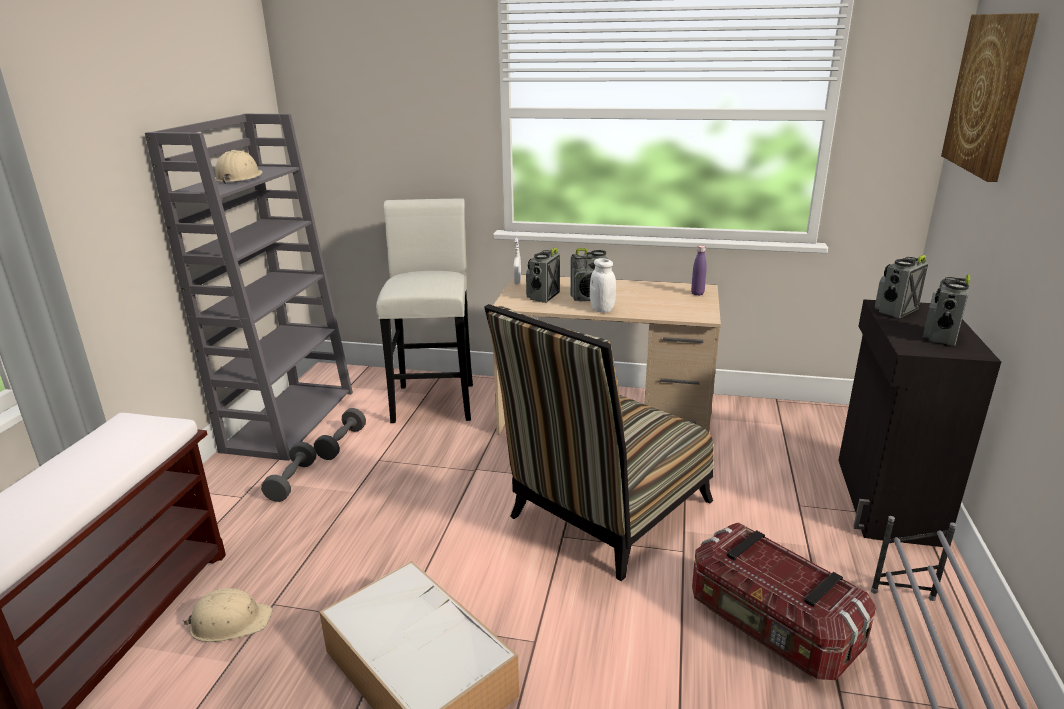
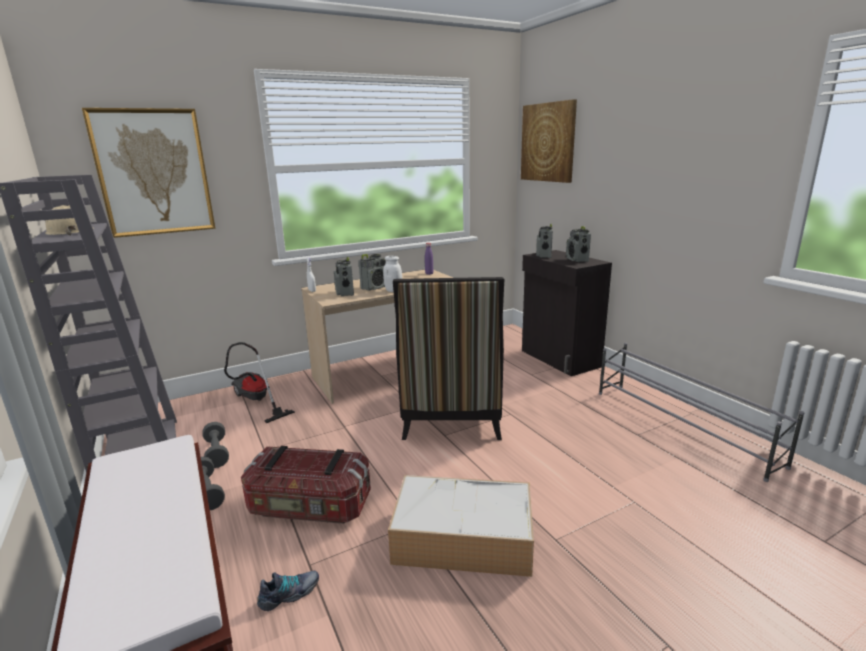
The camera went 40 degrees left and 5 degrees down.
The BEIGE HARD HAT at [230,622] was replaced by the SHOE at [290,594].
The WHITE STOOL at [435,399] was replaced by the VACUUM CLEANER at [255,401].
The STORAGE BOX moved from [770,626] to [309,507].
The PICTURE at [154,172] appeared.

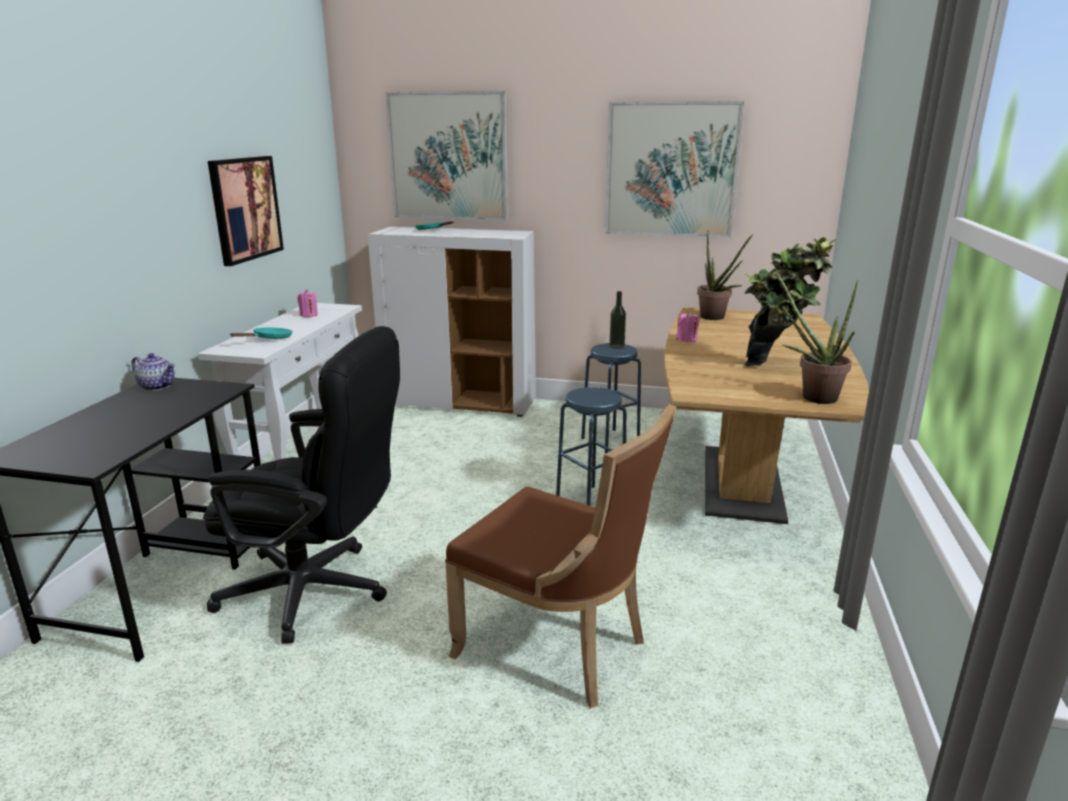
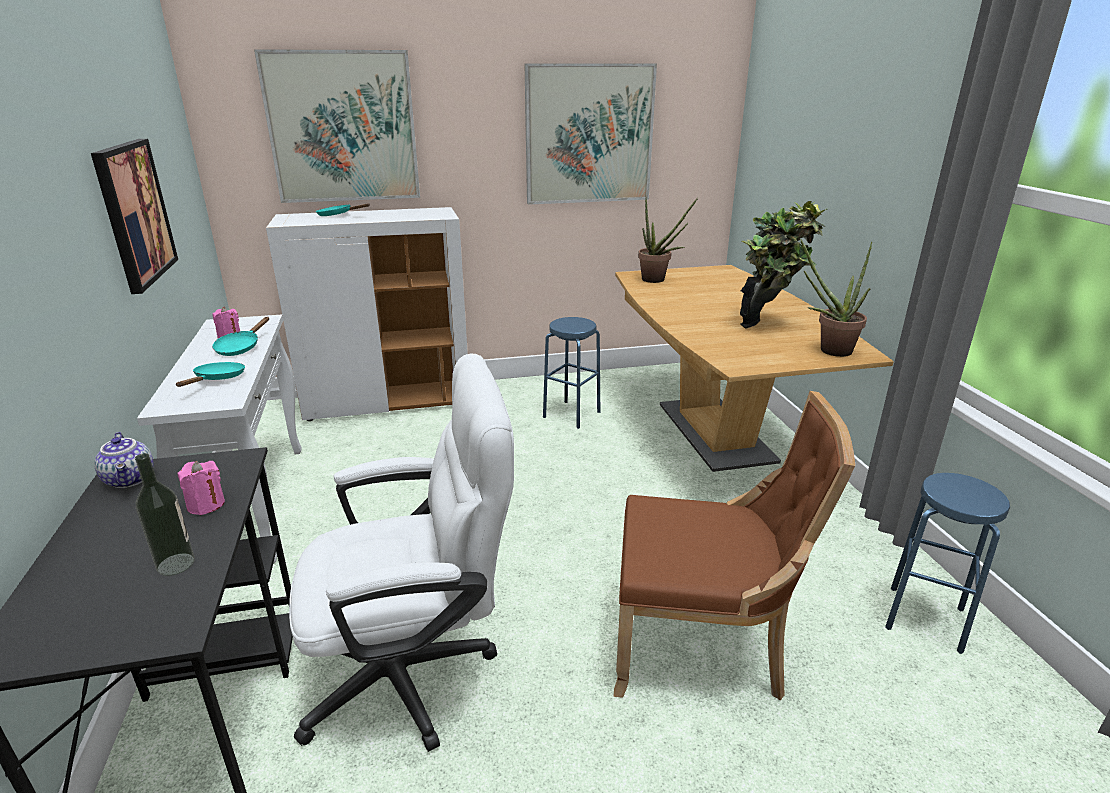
The camera went 25 degrees left and 5 degrees up.
The TEAPOT at [158,386] turned 60 degrees clockwise.
The BLACK OFFICE CHAIR at [319,592] became the WHITE OFFICE CHAIR at [415,671].
The BLUE STOOL moved from [590,502] to [924,618].
The BOTTLE moved from [617,346] to [176,564].
The PINK CANDLE moved from [686,339] to [206,505].
The TURQUOISE FRYING PAN at [240,347] appeared.

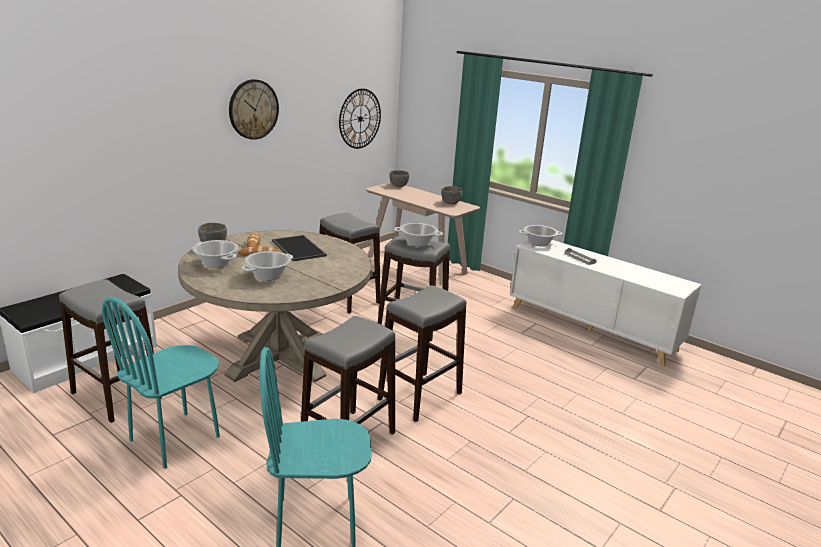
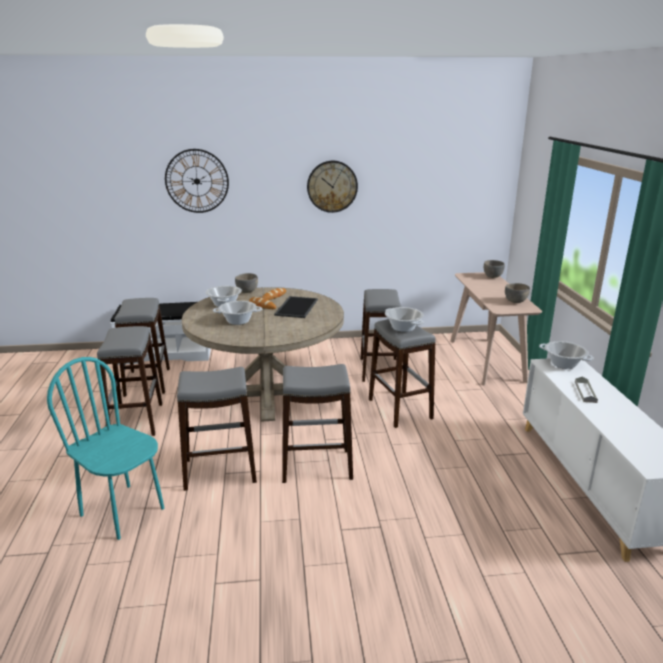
The camera went 45 degrees right and 0 degrees up.
The TURQUOISE CHAIR at [175,439] was replaced by the GREY STOOL at [136,420].
The WALL CLOCK moved from [360,118] to [197,181].

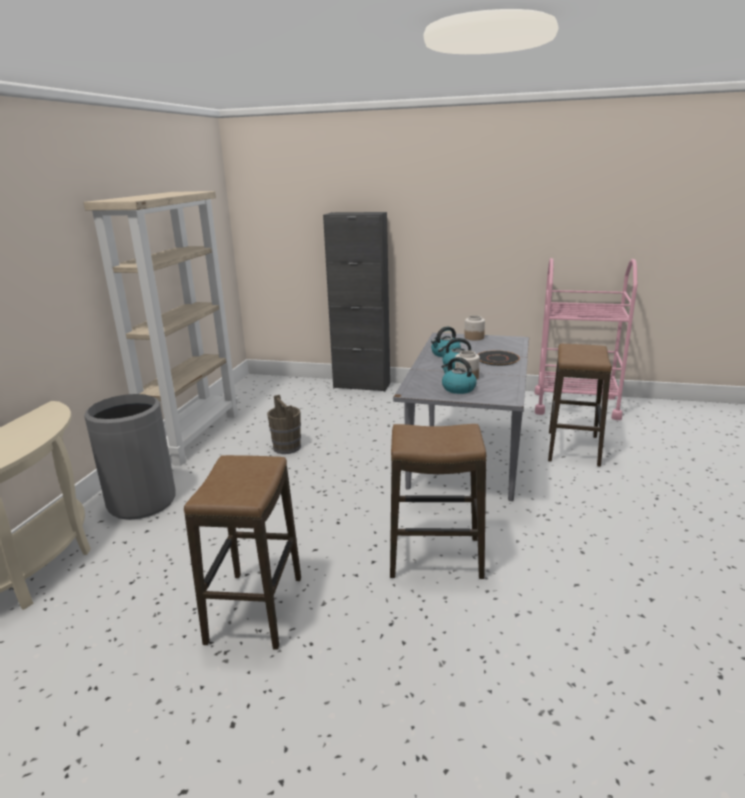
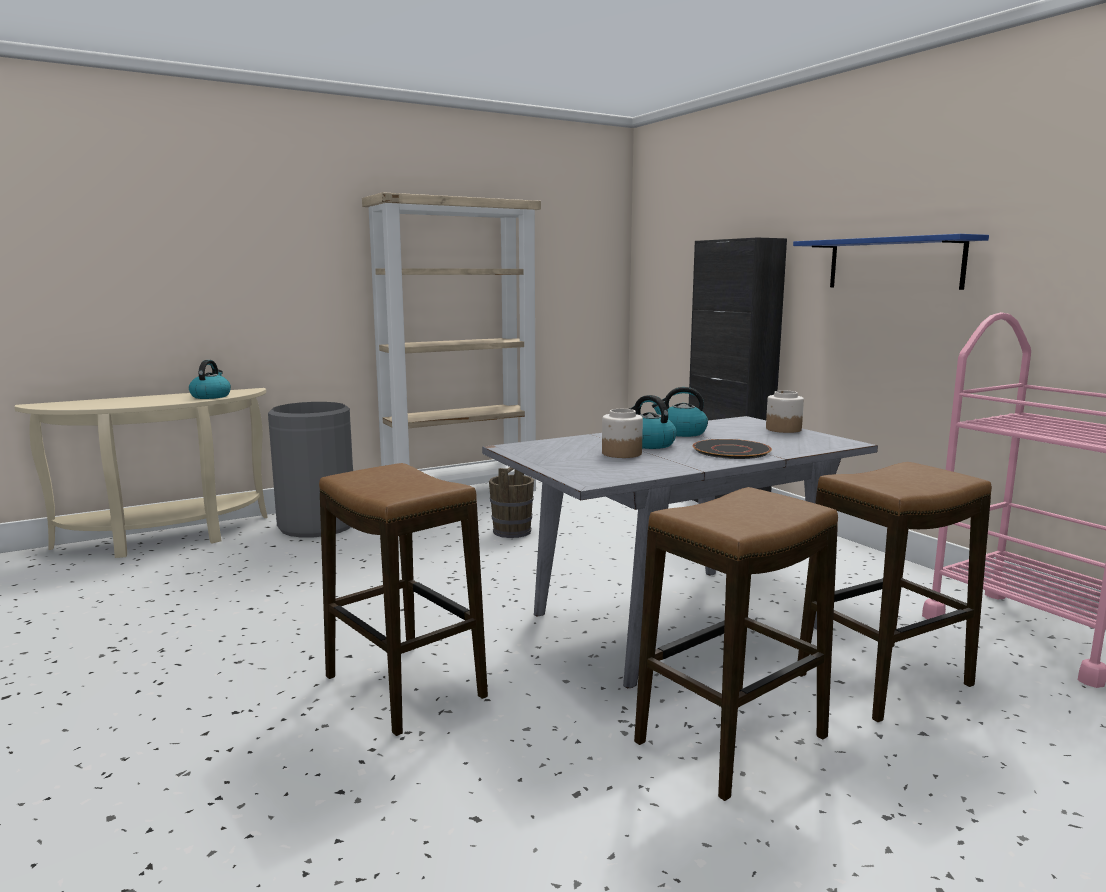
The camera went 45 degrees right and 10 degrees down.
The STOOL moved from [255,610] to [731,741].
The KETTLE moved from [458,388] to [211,396].
The BLUE SHELF at [894,263] appeared.

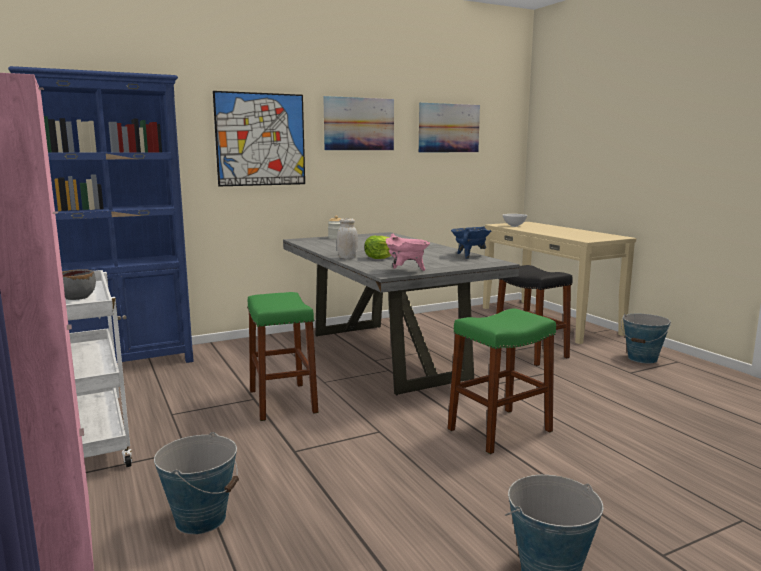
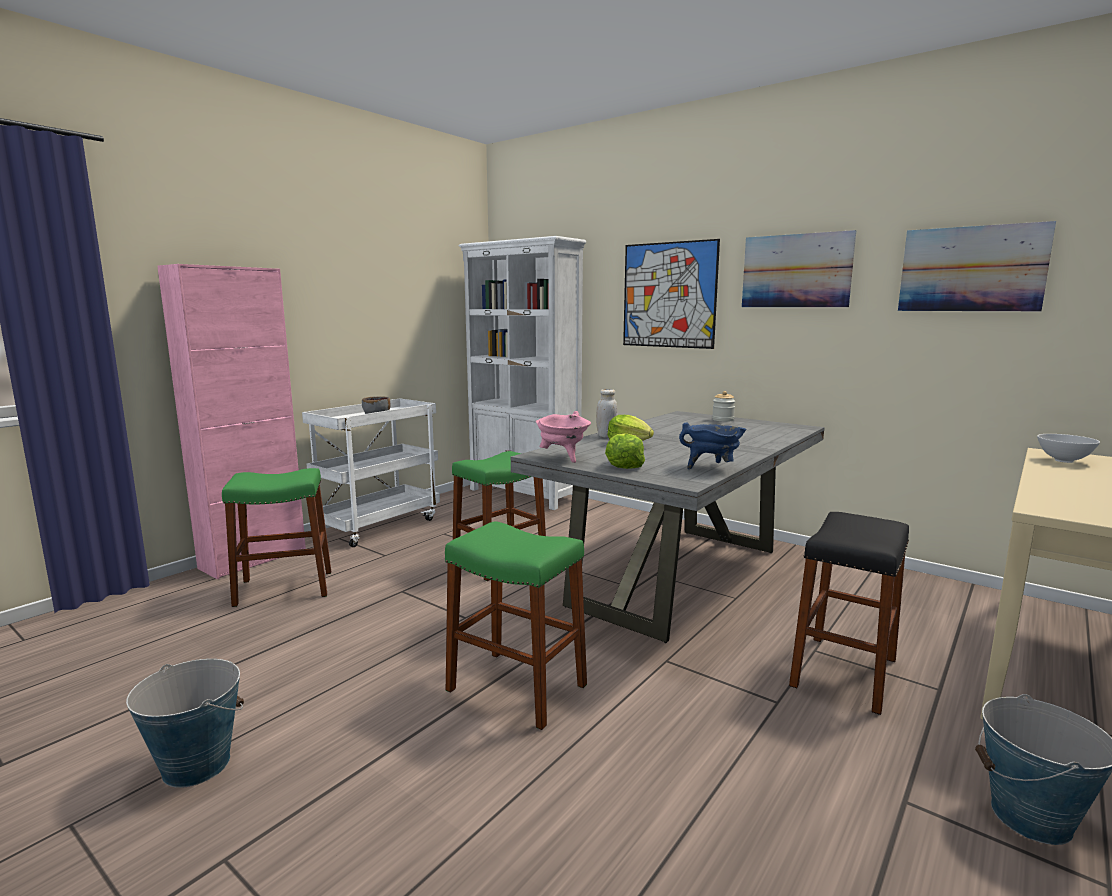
The camera went 65 degrees right and 0 degrees up.
The BLUE BOOKCASE at [126,364] became the WHITE BOOKCASE at [524,494].
The BUCKET at [201,519] was replaced by the GREEN STOOL at [284,588].
The LETTUCE at [624,465] appeared.

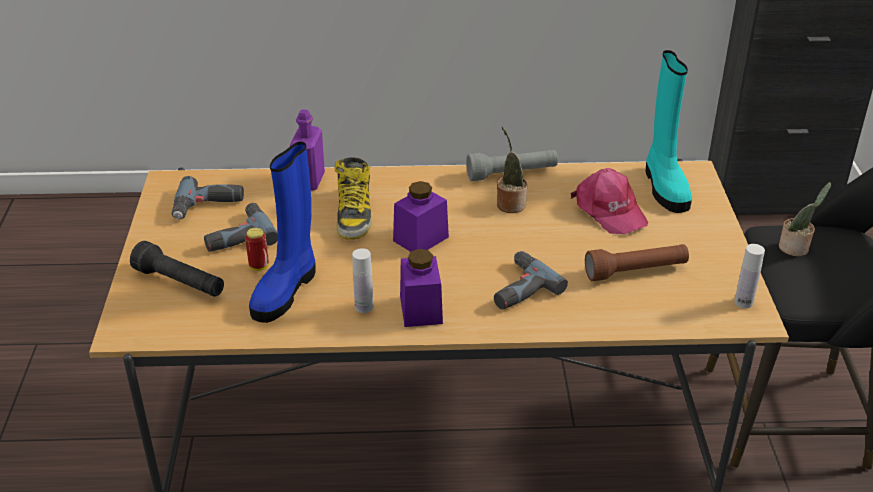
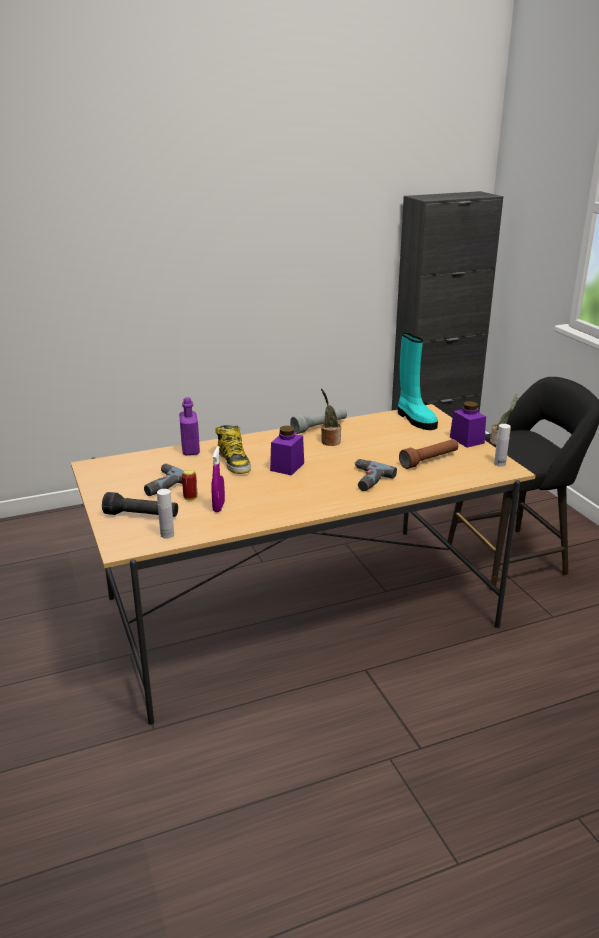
The camera went 20 degrees left and 10 degrees down.
The POWER DRILL at [208,207] disappeared.
The BLUE BOOT at [286,291] was replaced by the PURPLE SPRAY BOTTLE at [218,507].
The WHITE BOTTLE moved from [364,307] to [167,534].
The PURPLE JAR moved from [421,309] to [466,440].
The PINK CAP at [609,210] disappeared.

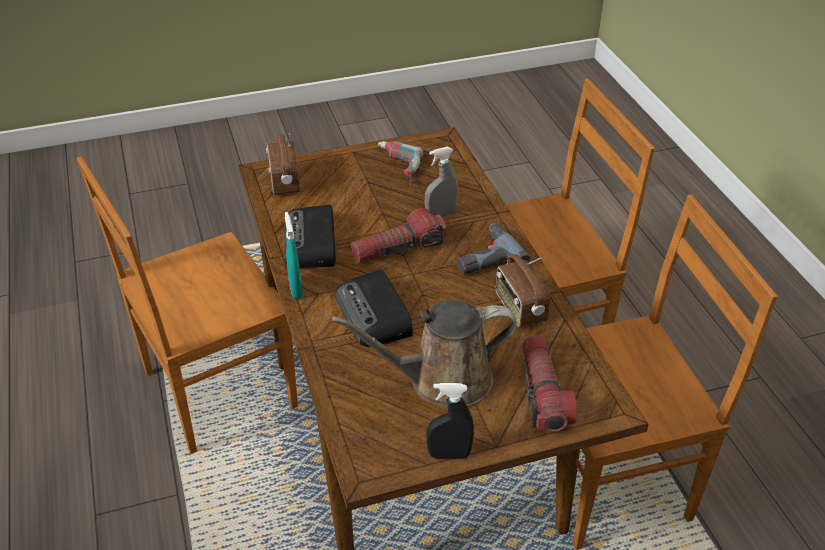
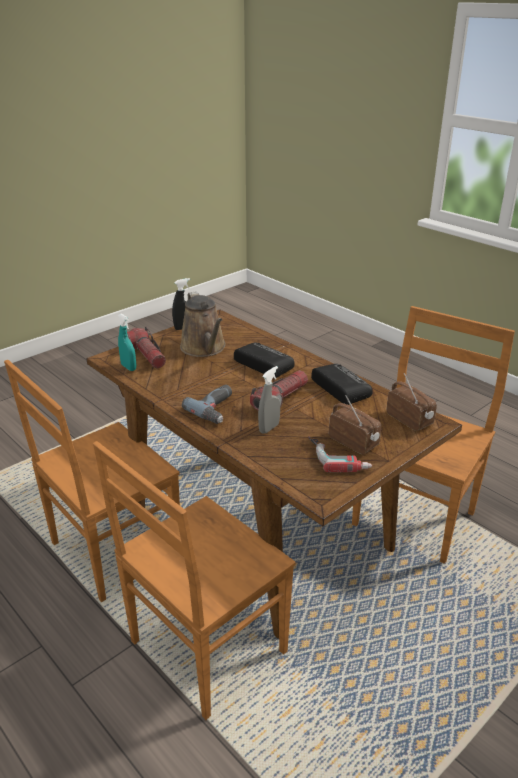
The camera went 155 degrees right and 10 degrees down.
The TURQUOISE SPRAY BOTTLE moved from [295,289] to [128,367].
The BROWN WATERING CAN at [442,380] turned 105 degrees clockwise.
The RADIO moved from [519,309] to [354,442].

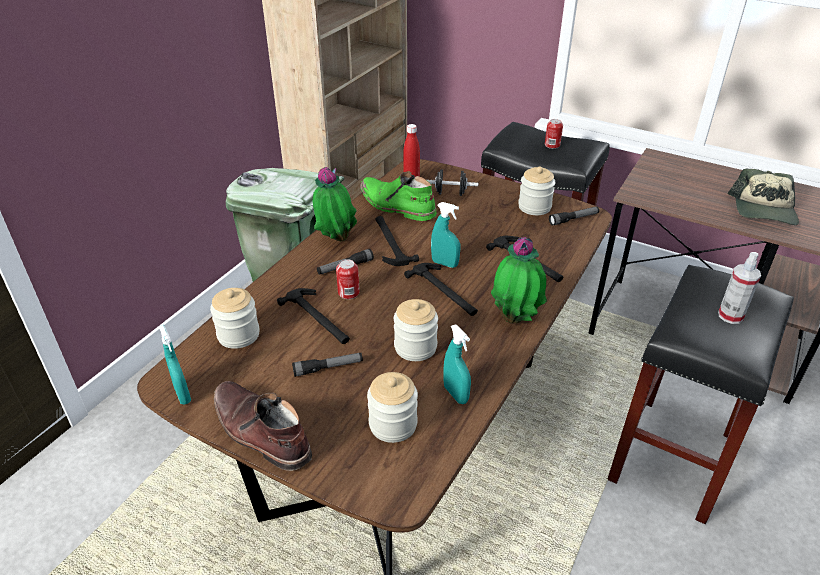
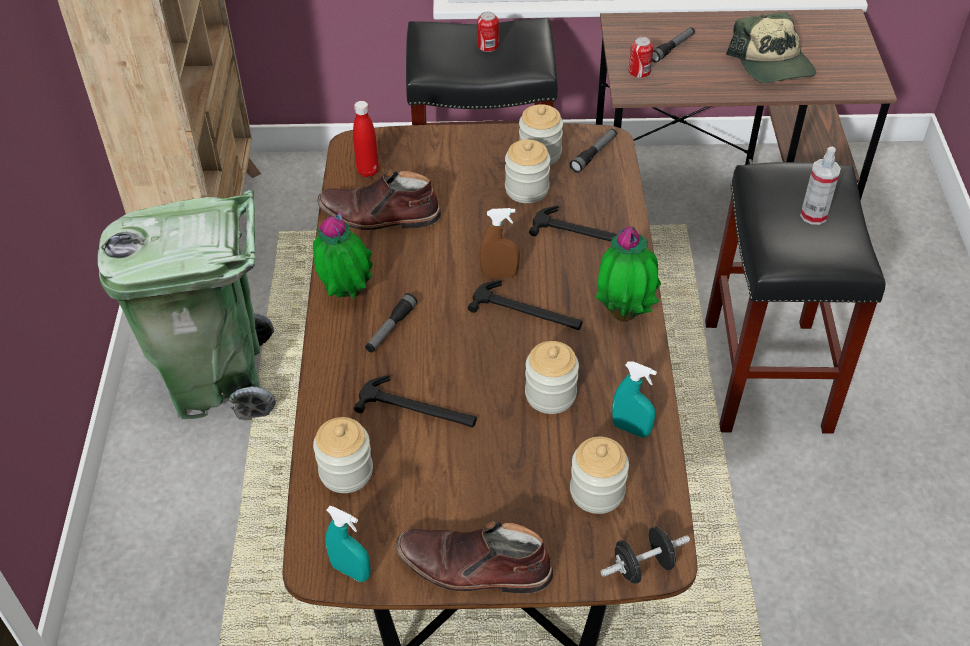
The camera went 30 degrees left and 10 degrees up.
The FLASHLIGHT moved from [328,368] to [672,48].
The CAN moved from [348,293] to [639,72].
The GREEN BOOT at [396,206] became the BROWN BOOT at [379,215].
The HAMMER at [390,242] disappeared.
The BLACK DUMBBELL moved from [450,193] to [643,566].
The TURQUOISE SPRAY BOTTLE at [444,263] became the BROWN SPRAY BOTTLE at [499,275].
The JAR at [526,189] appeared.

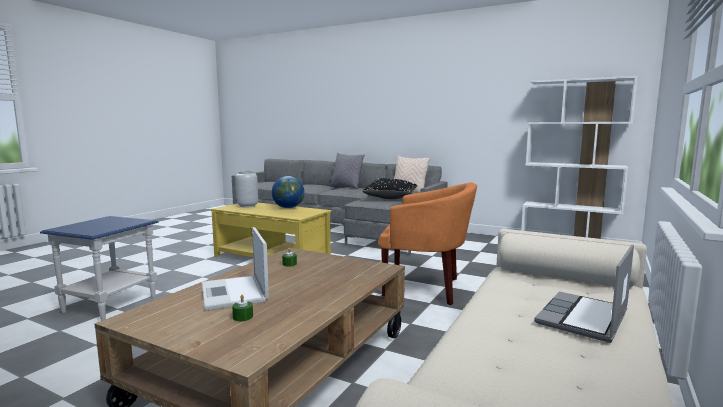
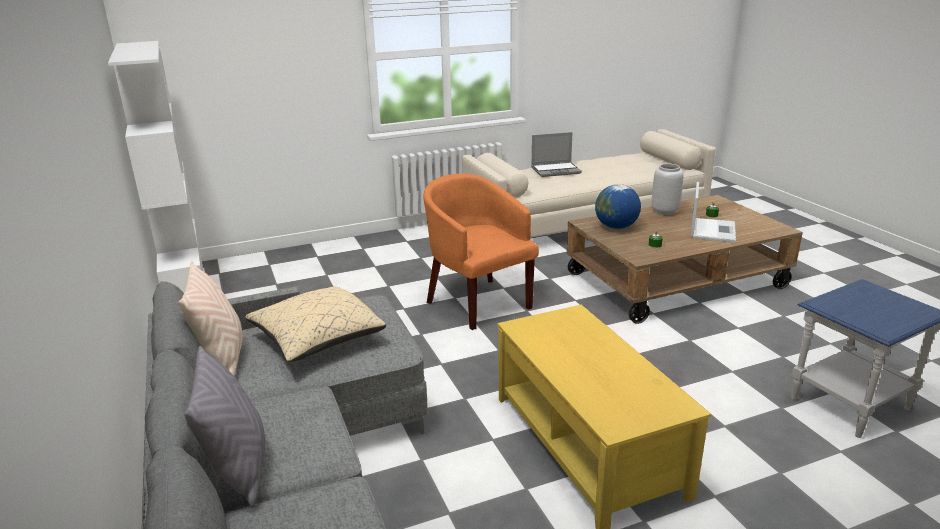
The camera went 140 degrees left and 15 degrees up.
The GREY VASE moved from [248,206] to [664,211].
The GLOBE moved from [288,208] to [616,227].
The BLACK PILLOW at [390,198] became the BEIGE PILLOW at [317,339].

